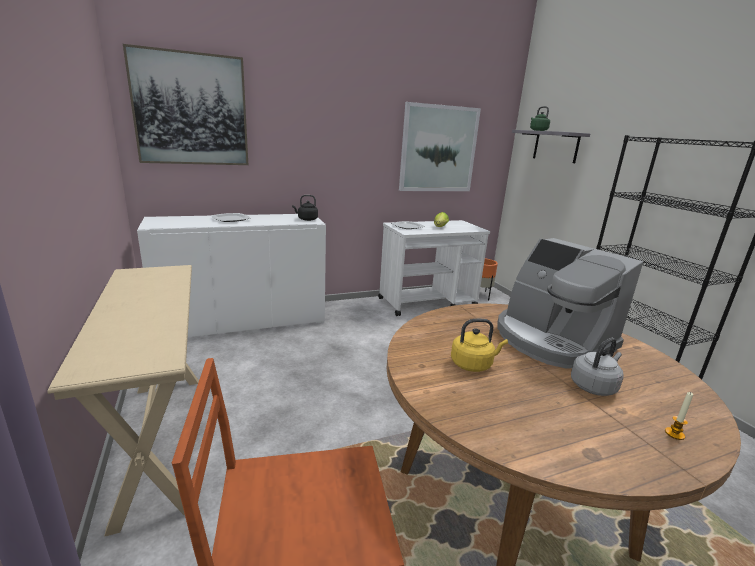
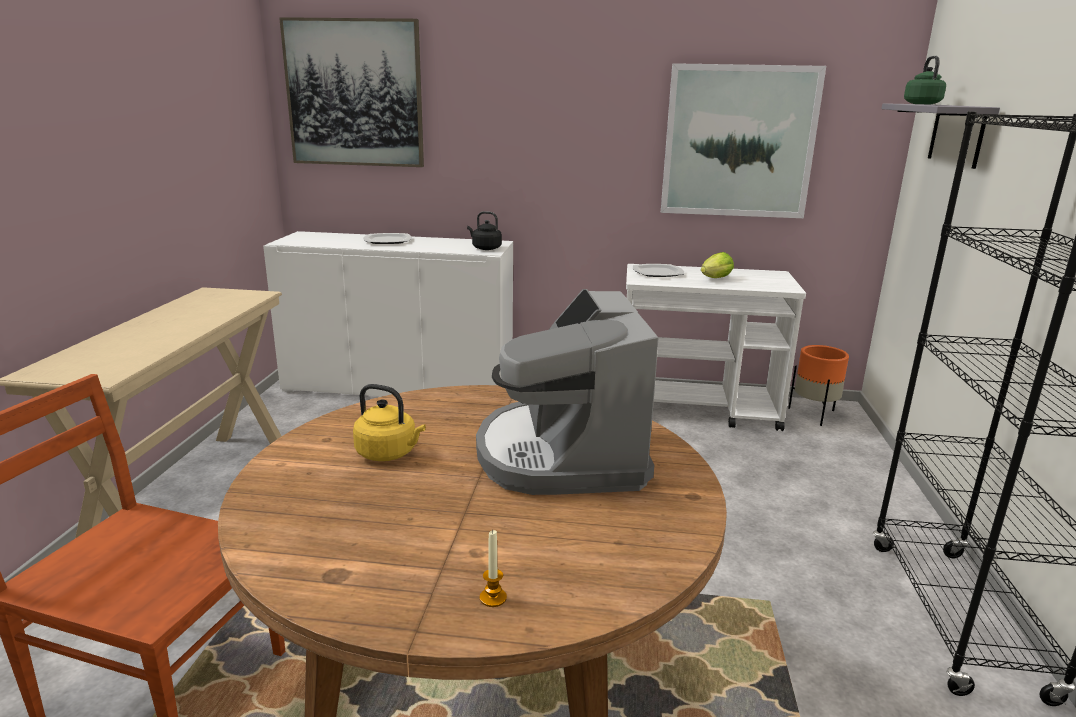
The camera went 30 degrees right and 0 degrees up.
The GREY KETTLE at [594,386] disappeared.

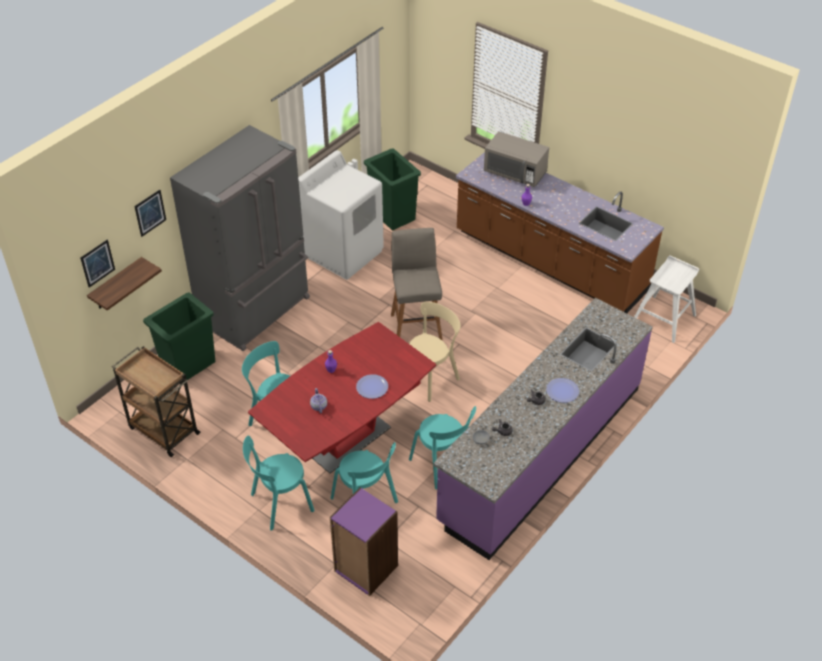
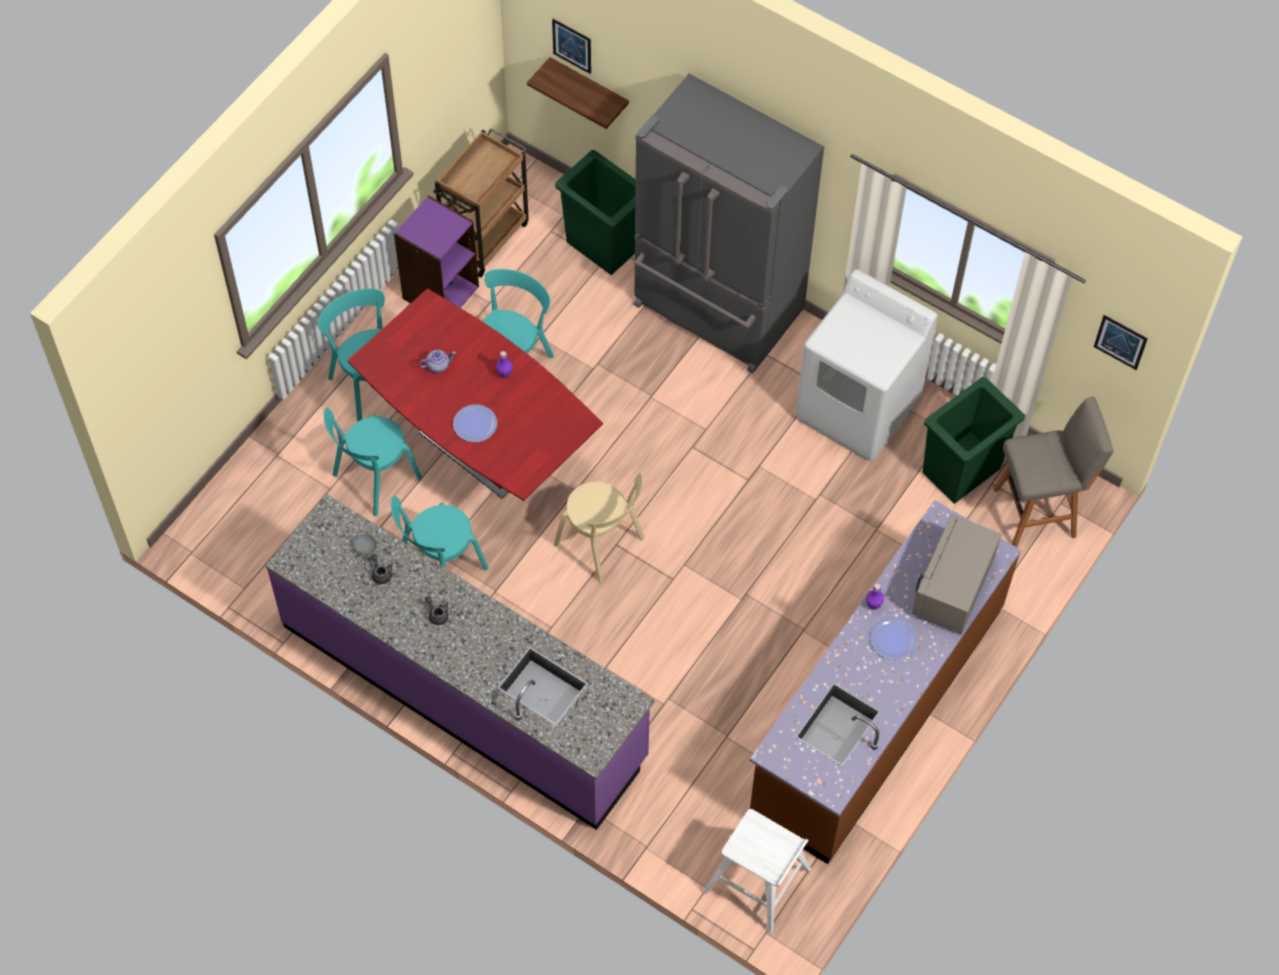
The camera went 85 degrees right and 15 degrees up.
The PICTURE moved from [150,213] to [1120,342].
The PURPLE BOOKCASE moved from [365,568] to [440,292].
The GREY STOOL moved from [416,326] to [1038,512].
The PLATE moved from [562,391] to [893,639].

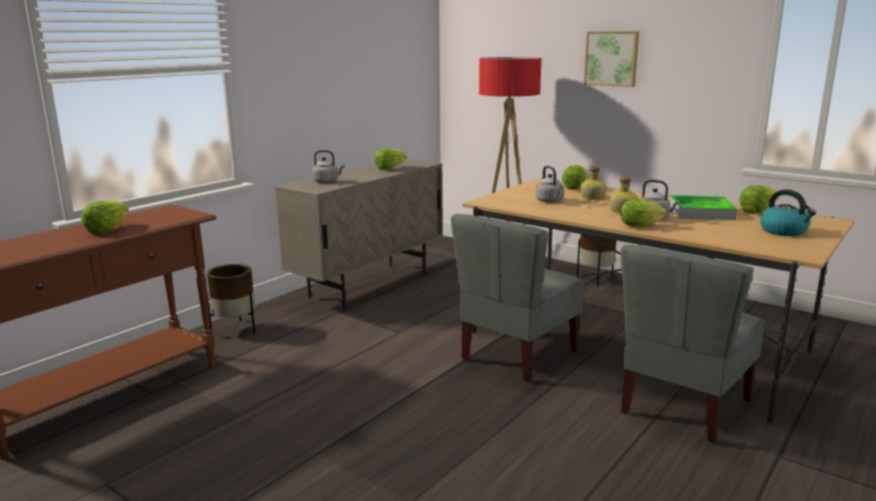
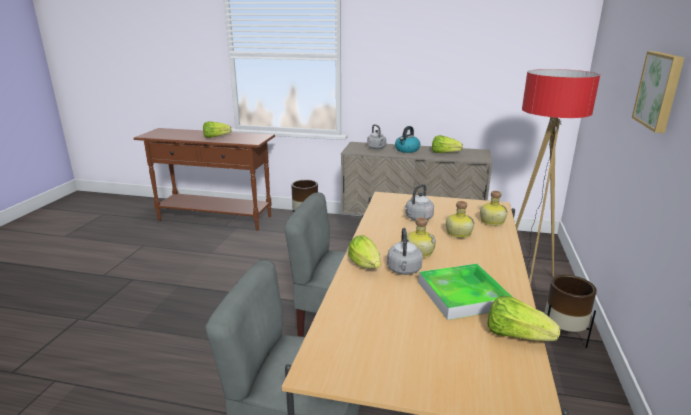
The camera went 65 degrees right and 5 degrees up.
The LETTUCE at [575,187] was replaced by the BOTTLE at [491,221].
The KETTLE moved from [784,231] to [407,150].

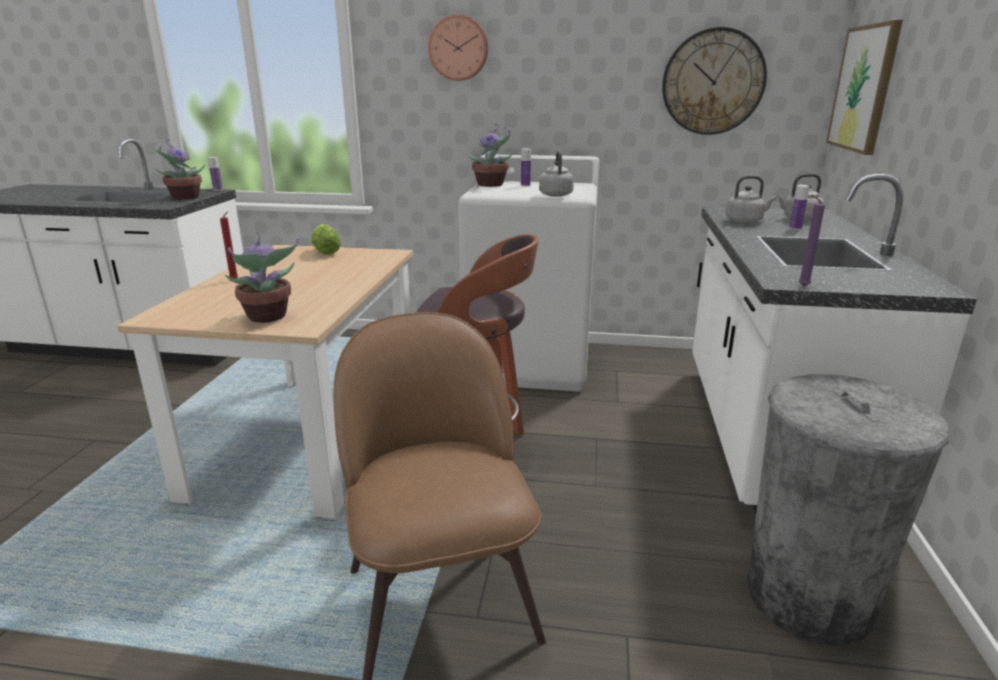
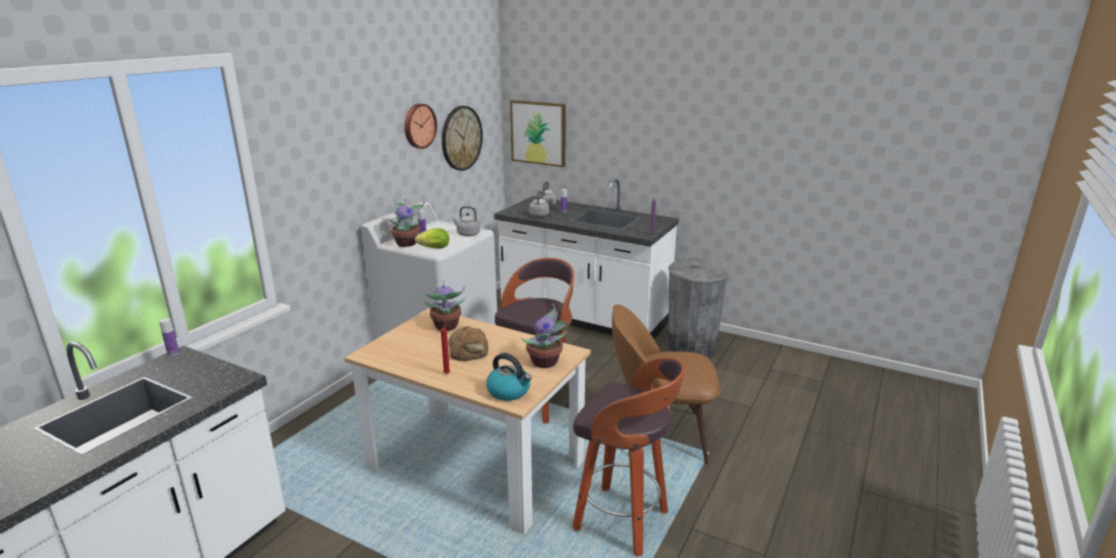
The camera went 70 degrees left and 0 degrees up.
The POTTED PLANT moved from [183,197] to [446,327].
The LETTUCE moved from [325,252] to [432,248].
The WALL CLOCK moved from [458,48] to [419,126].
The BREAD at [469,350] appeared.
The KETTLE at [509,391] appeared.
The STOOL at [623,521] appeared.

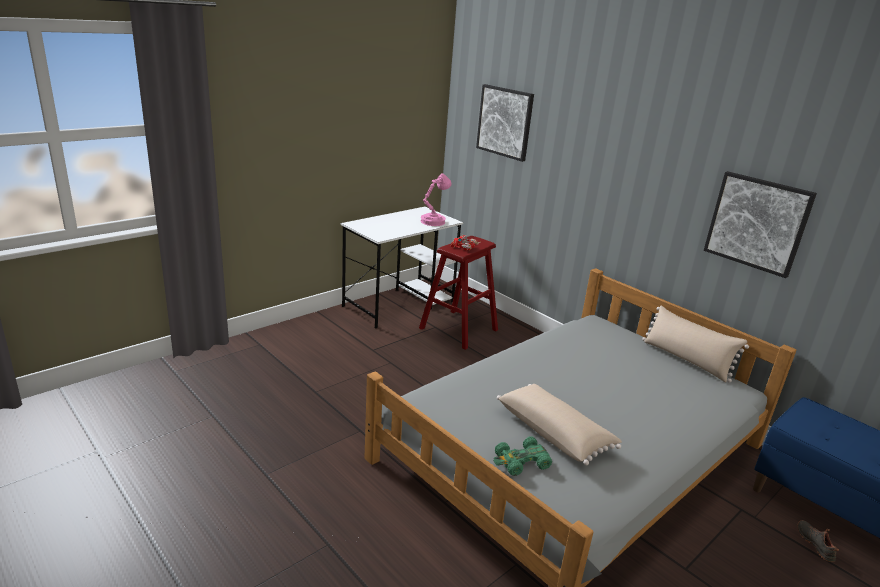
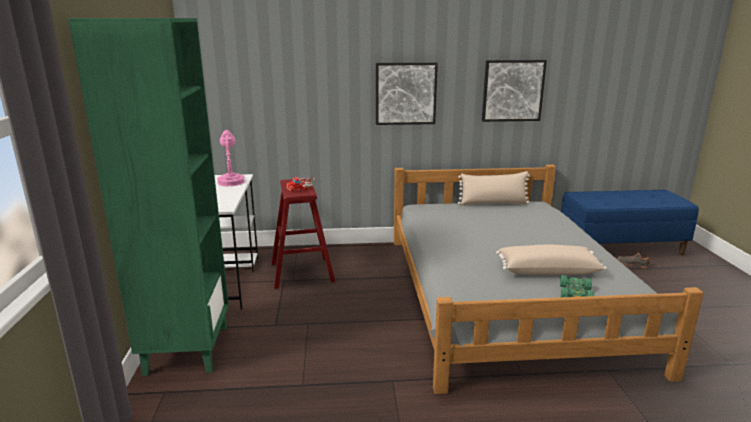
The camera went 50 degrees left and 5 degrees down.
The PICTURE moved from [505,122] to [405,93].
The GREEN BOOKCASE at [186,349] appeared.

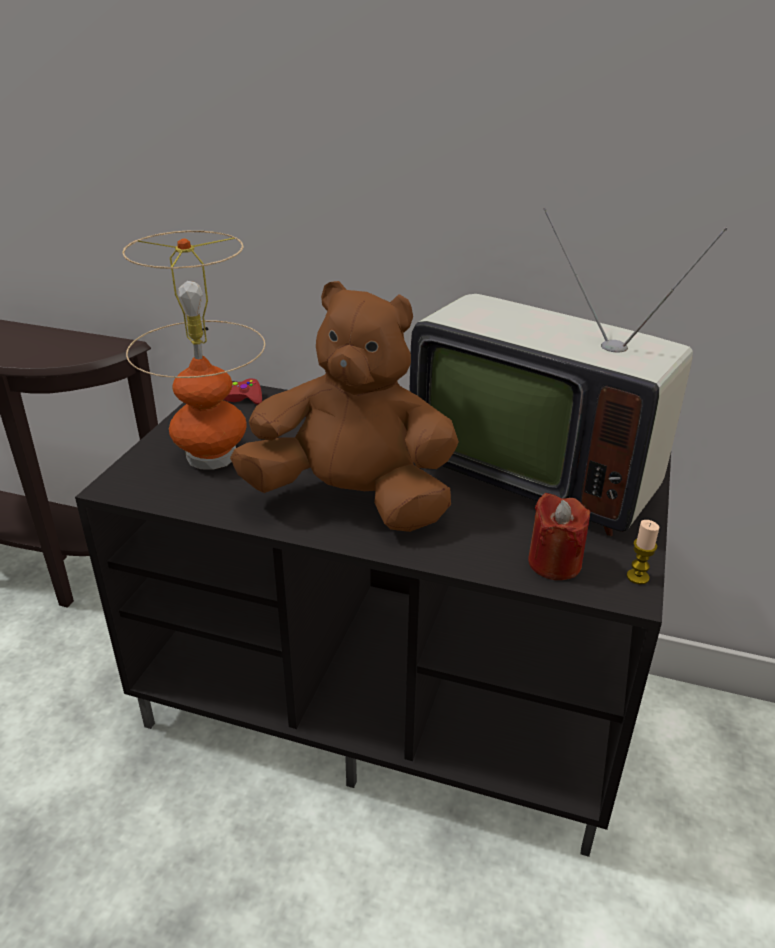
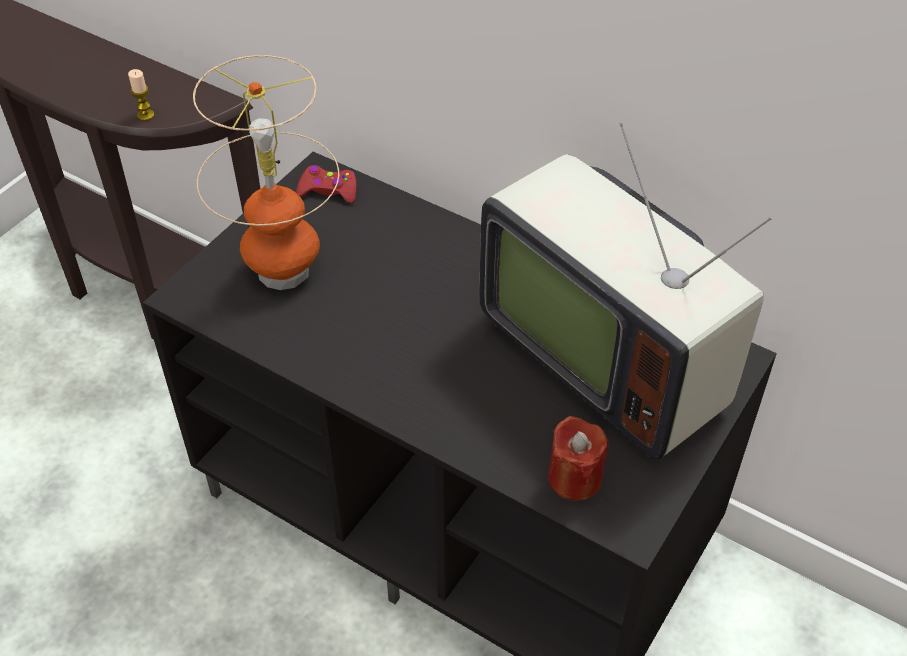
The camera went 15 degrees right and 15 degrees up.
The BROWN PLUSH TOY at [353,500] disappeared.
The CANDLE moved from [637,577] to [145,115].

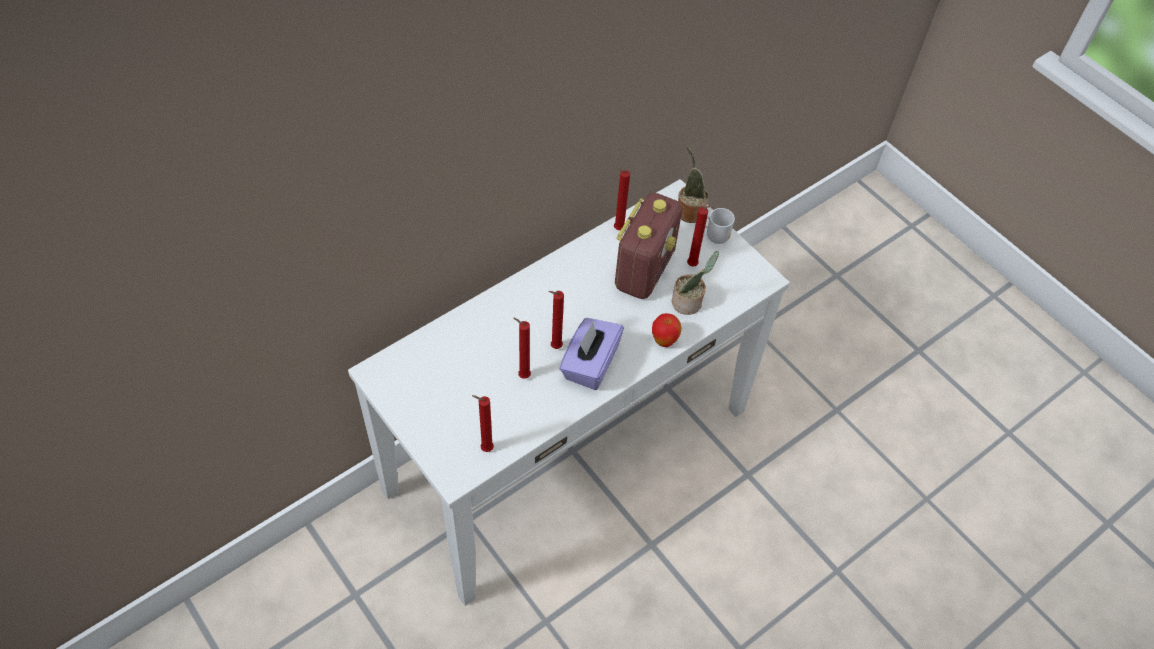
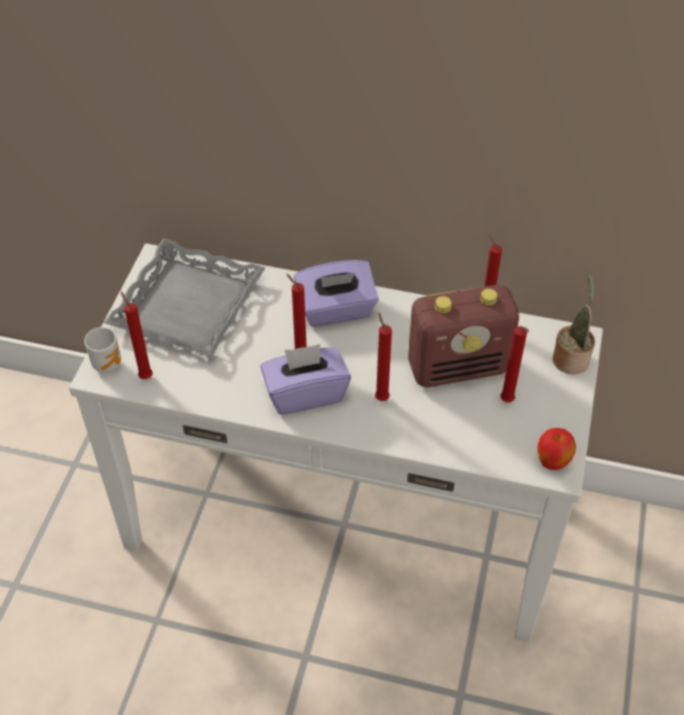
The camera went 55 degrees right and 5 degrees down.
The RED CANDLE moved from [522,375] to [380,397].
The APPLE moved from [664,341] to [552,463].
The POTTED PLANT at [689,303] disappeared.
The MUG moved from [716,236] to [108,363].
The GREY TRAY at [187,305] appeared.
The PURPLE TISSUE BOX at [336,310] appeared.

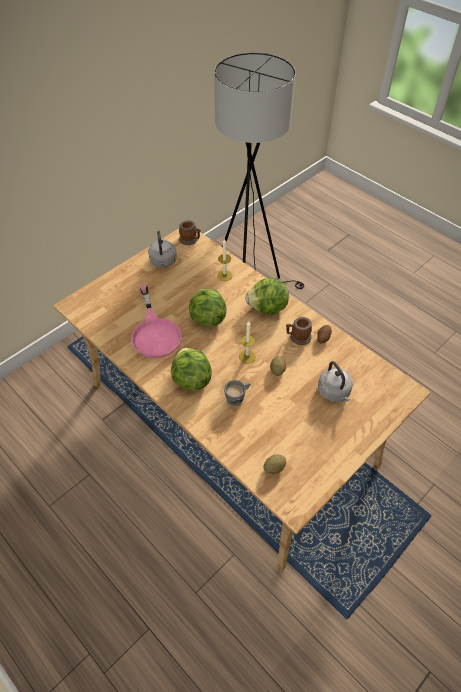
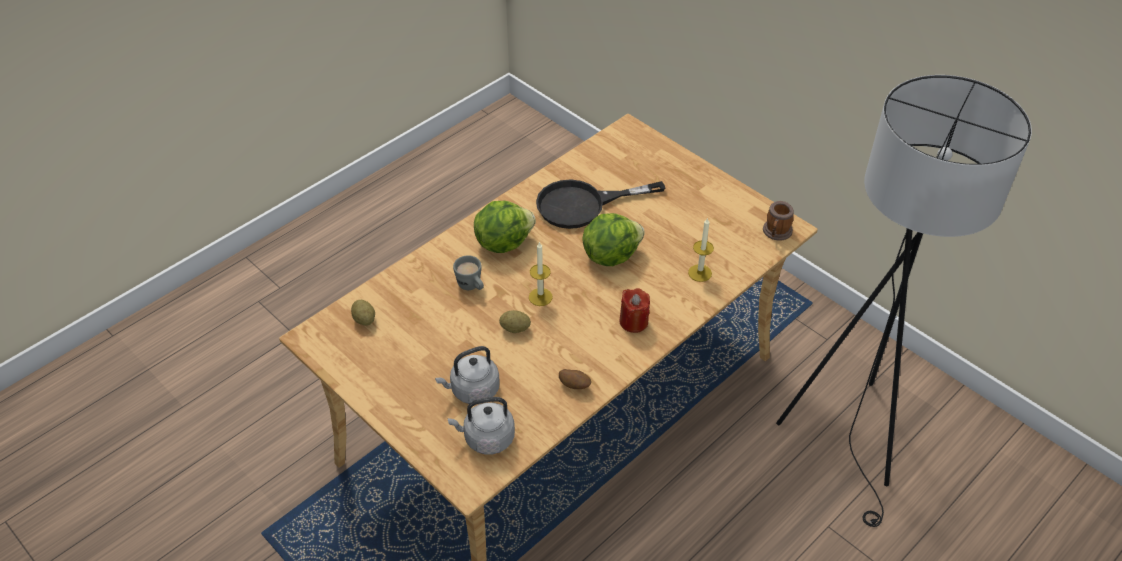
The camera went 90 degrees right and 5 degrees down.
The PINK FRYING PAN at [155,332] became the BLACK FRYING PAN at [583,205].
The GREY KETTLE moved from [163,262] to [486,438].
The LETTUCE at [267,308] was replaced by the RED CANDLE at [633,322].
The MUG at [298,337] disappeared.

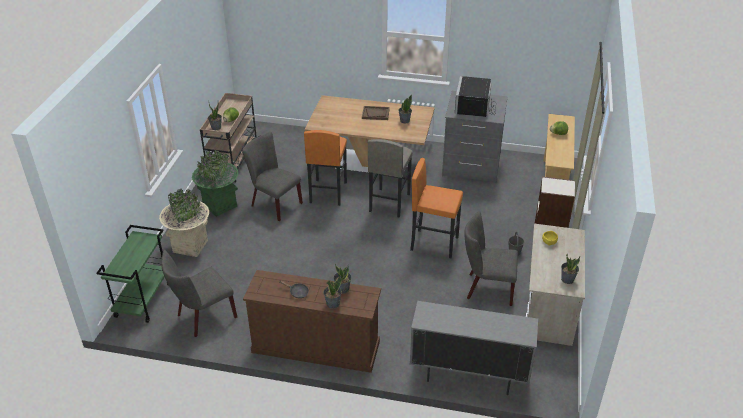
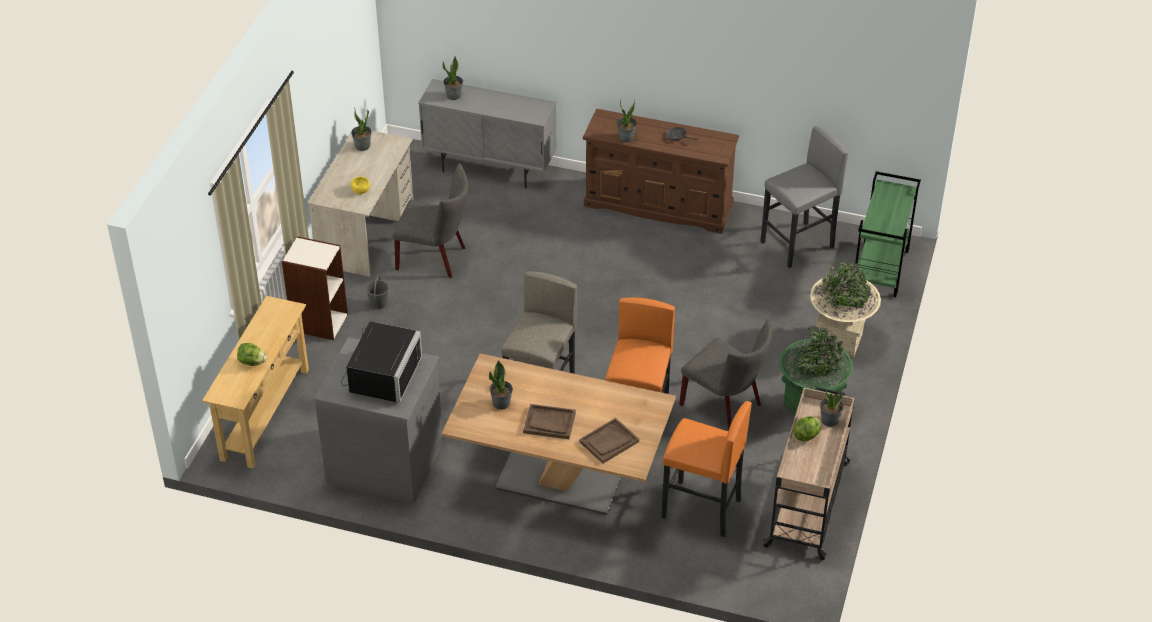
The camera went 175 degrees left and 5 degrees up.
The GREY CHAIR at [203,317] was replaced by the GREY STOOL at [798,245].
The POTTED PLANT moved from [332,303] to [454,95].
The ORANGE STOOL moved from [434,243] to [701,509].
The BROWN TRAY at [609,442] appeared.

